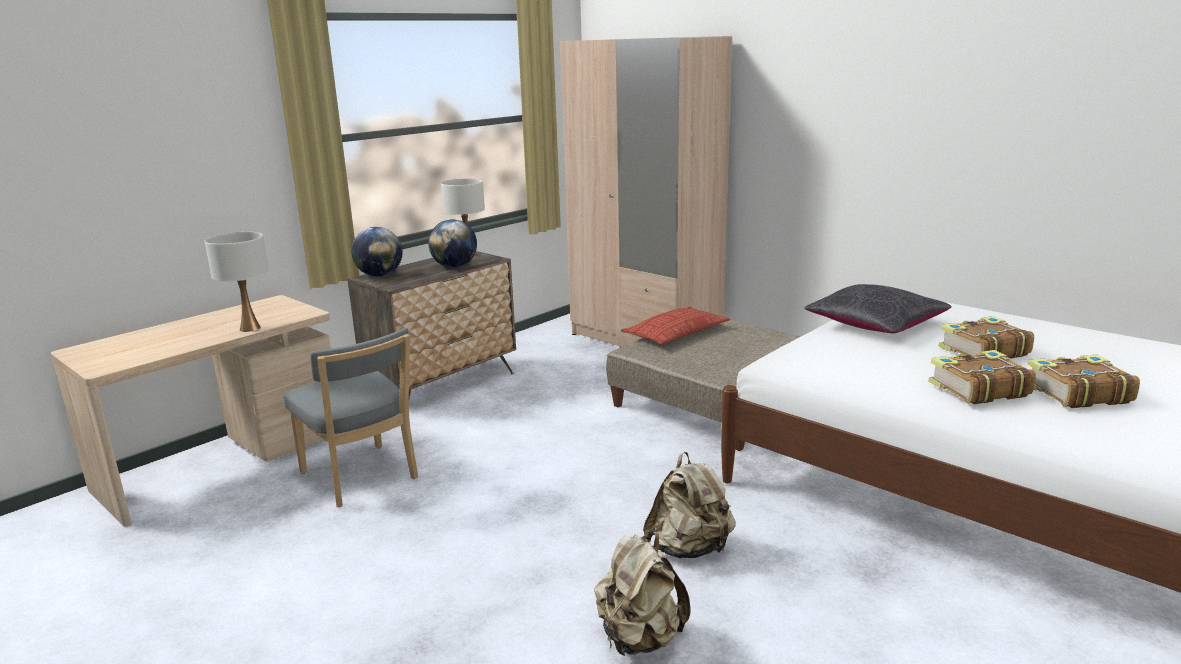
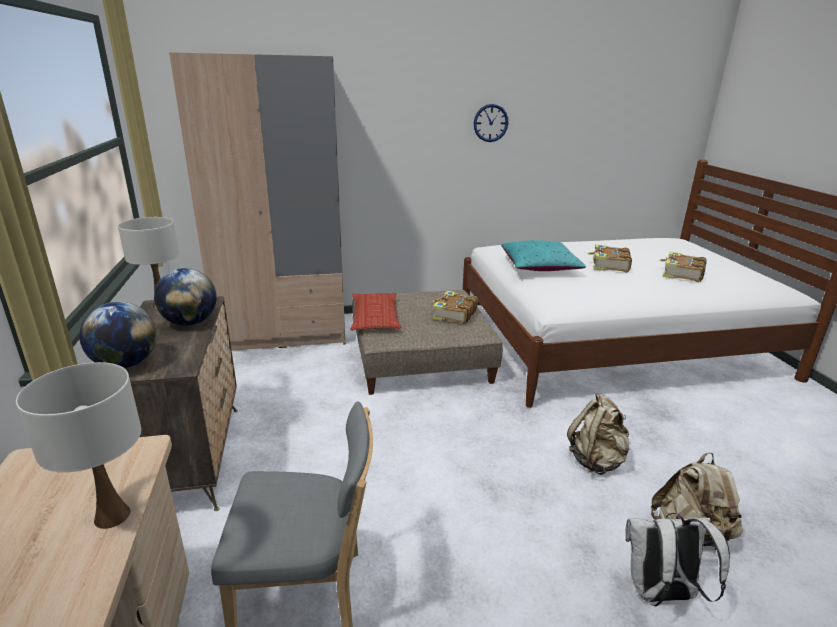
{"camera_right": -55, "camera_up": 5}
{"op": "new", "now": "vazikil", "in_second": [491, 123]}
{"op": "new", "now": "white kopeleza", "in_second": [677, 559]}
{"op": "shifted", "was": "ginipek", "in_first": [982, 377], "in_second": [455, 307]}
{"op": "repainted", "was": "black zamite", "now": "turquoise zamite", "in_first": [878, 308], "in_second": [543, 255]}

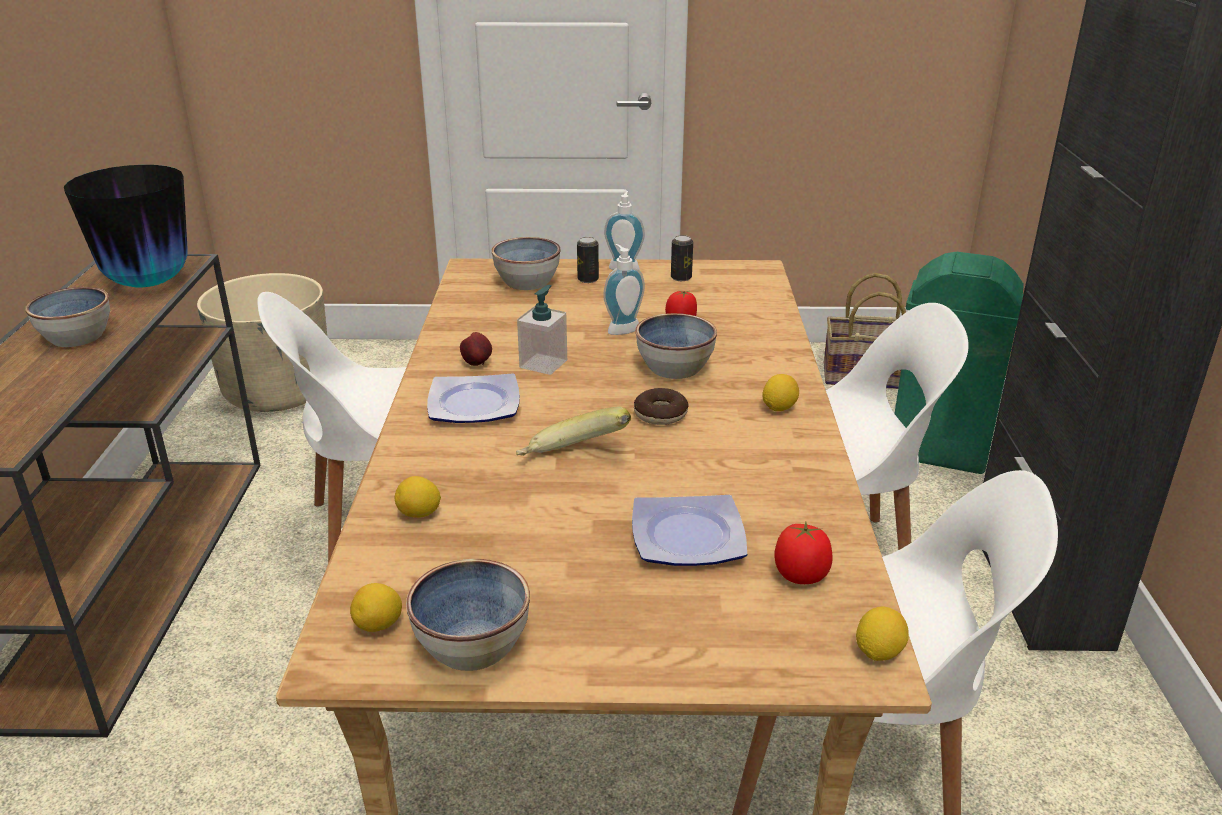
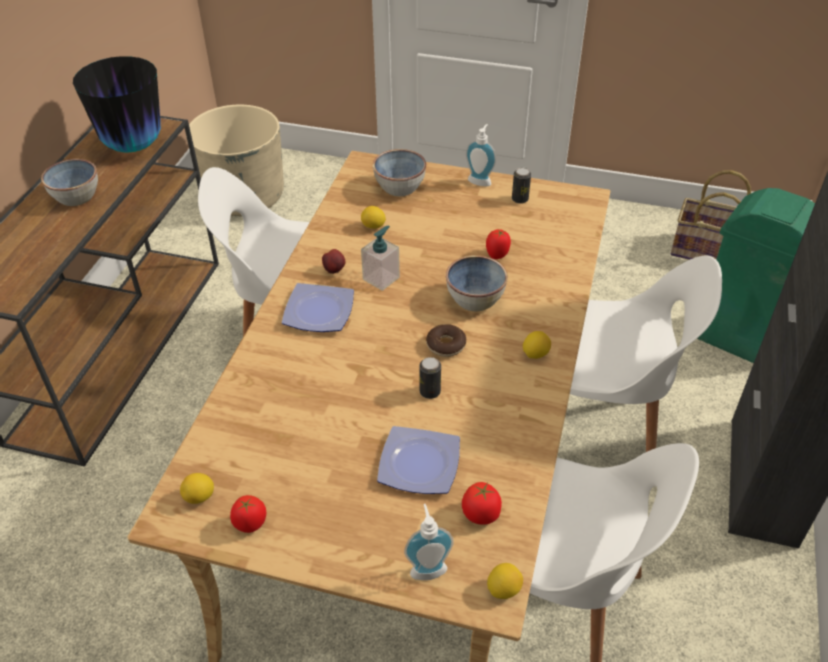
{"camera_right": 15, "camera_up": 15}
{"op": "gone", "was": "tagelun", "in_first": [573, 431]}
{"op": "shifted", "was": "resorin", "in_first": [418, 497], "in_second": [373, 217]}
{"op": "shifted", "was": "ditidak", "in_first": [588, 260], "in_second": [430, 378]}
{"op": "shifted", "was": "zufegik", "in_first": [624, 289], "in_second": [429, 542]}
{"op": "swapped", "was": "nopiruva", "now": "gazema", "in_first": [468, 615], "in_second": [248, 514]}

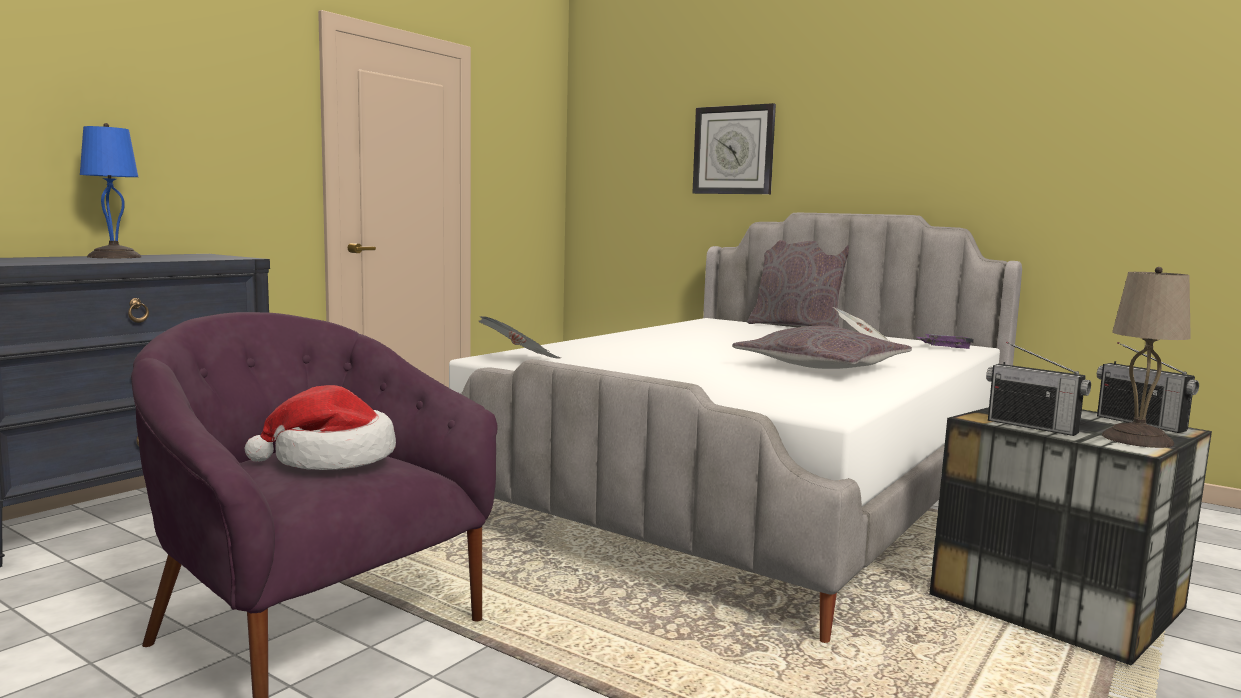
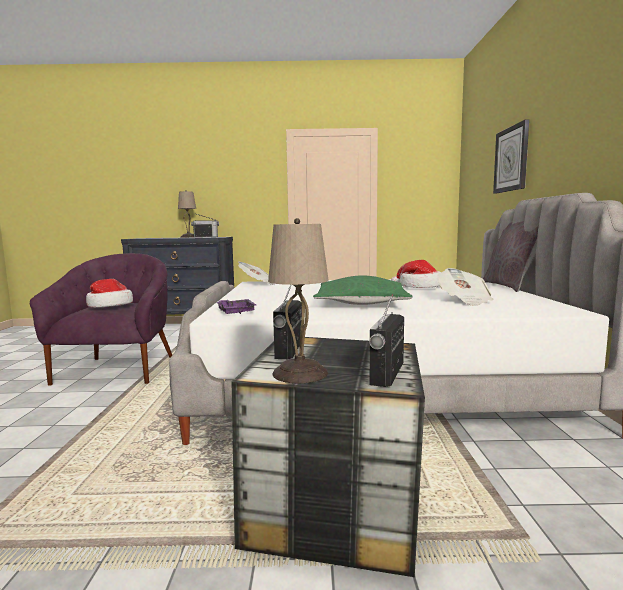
{"camera_right": 55, "camera_up": 0}
{"op": "new", "now": "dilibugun", "in_second": [205, 226]}
{"op": "new", "now": "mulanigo", "in_second": [415, 274]}
{"op": "shifted", "was": "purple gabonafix", "in_first": [945, 341], "in_second": [236, 306]}
{"op": "repainted", "was": "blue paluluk", "now": "beige paluluk", "in_first": [111, 190], "in_second": [187, 214]}
{"op": "repainted", "was": "grey zamite", "now": "green zamite", "in_first": [822, 347], "in_second": [362, 290]}

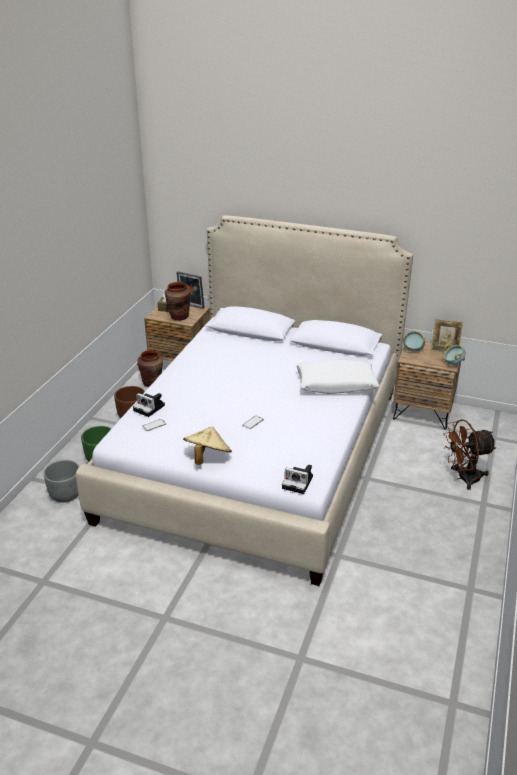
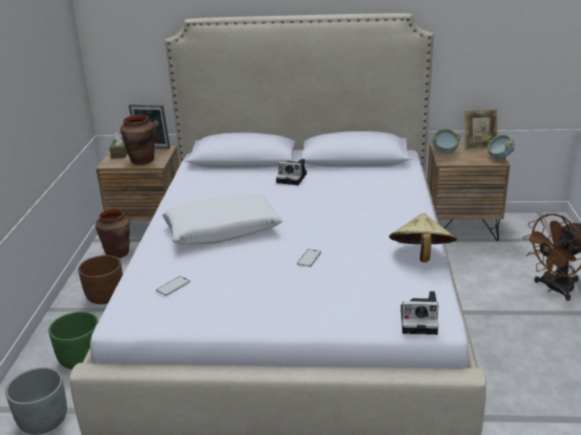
{"camera_right": -15, "camera_up": -5}
{"op": "shifted", "was": "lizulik", "in_first": [149, 405], "in_second": [291, 172]}
{"op": "shifted", "was": "beige mulanigo", "in_first": [207, 446], "in_second": [423, 238]}
{"op": "shifted", "was": "white zamite", "in_first": [337, 377], "in_second": [222, 219]}

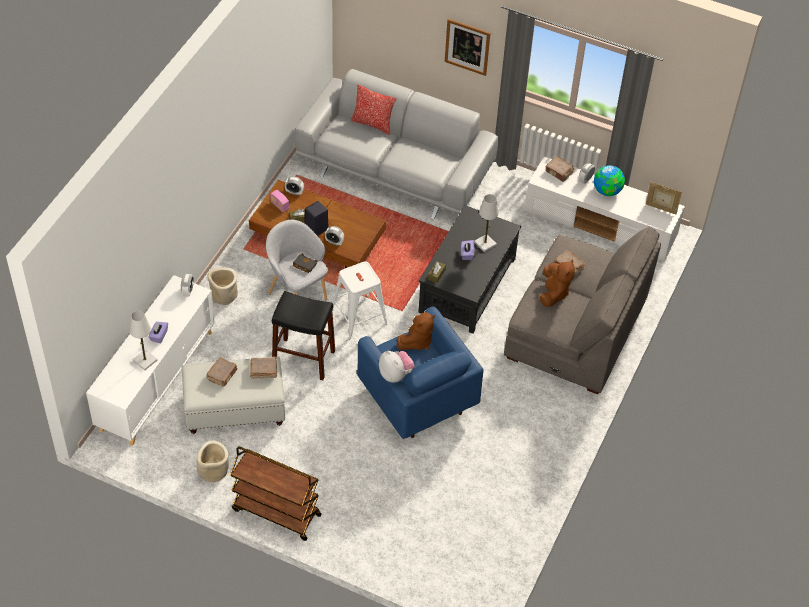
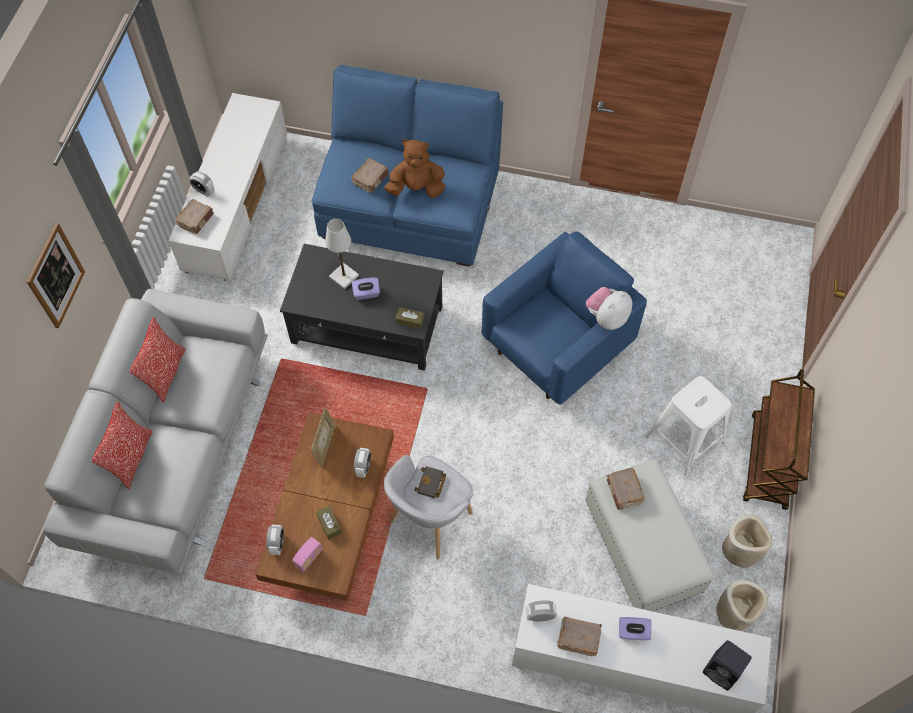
{"camera_right": -100, "camera_up": 10}
{"op": "gone", "was": "white paluluk", "in_first": [143, 340]}
{"op": "gone", "was": "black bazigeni", "in_first": [303, 335]}
{"op": "gone", "was": "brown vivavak", "in_first": [416, 331]}
{"op": "gone", "was": "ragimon", "in_first": [609, 180]}
{"op": "new", "now": "zamite", "in_second": [158, 360]}
{"op": "shifted", "was": "brown ginipek", "in_first": [221, 372], "in_second": [579, 636]}
{"op": "shifted", "was": "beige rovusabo", "in_first": [222, 286], "in_second": [742, 605]}
{"op": "shifted", "was": "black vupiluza", "in_first": [316, 218], "in_second": [727, 665]}
{"op": "shifted", "was": "white bazigeni", "in_first": [360, 300], "in_second": [689, 426]}
{"op": "shifted", "was": "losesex", "in_first": [664, 198], "in_second": [323, 437]}
{"op": "repainted", "was": "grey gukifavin", "now": "blue gukifavin", "in_first": [582, 310], "in_second": [407, 166]}

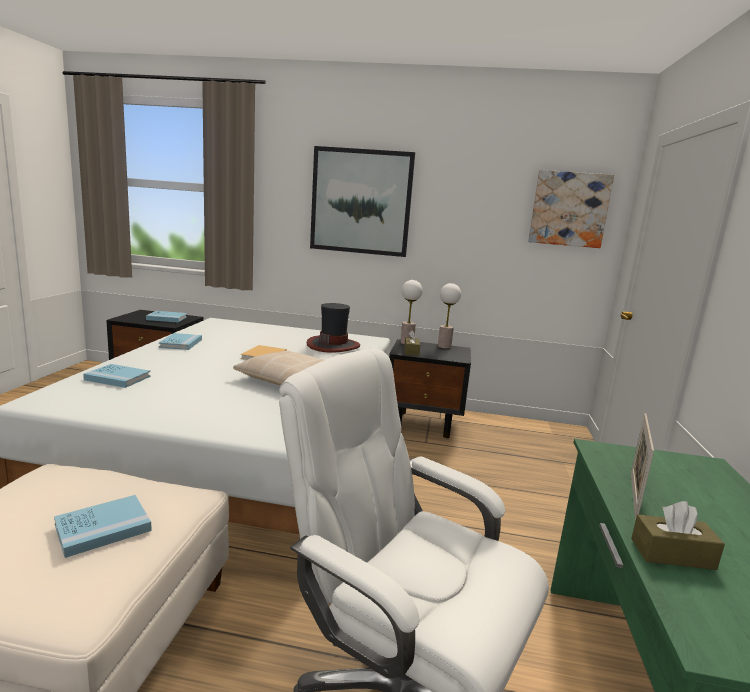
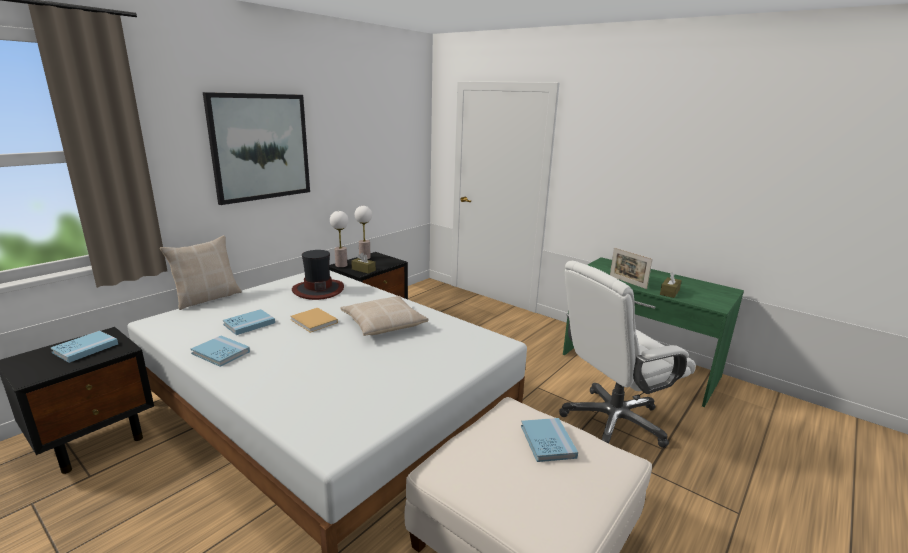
{"camera_right": -60, "camera_up": 5}
{"op": "gone", "was": "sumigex", "in_first": [571, 209]}
{"op": "new", "now": "beige zamite", "in_second": [201, 272]}
{"op": "shifted", "was": "blue ginipek", "in_first": [116, 376], "in_second": [249, 322]}

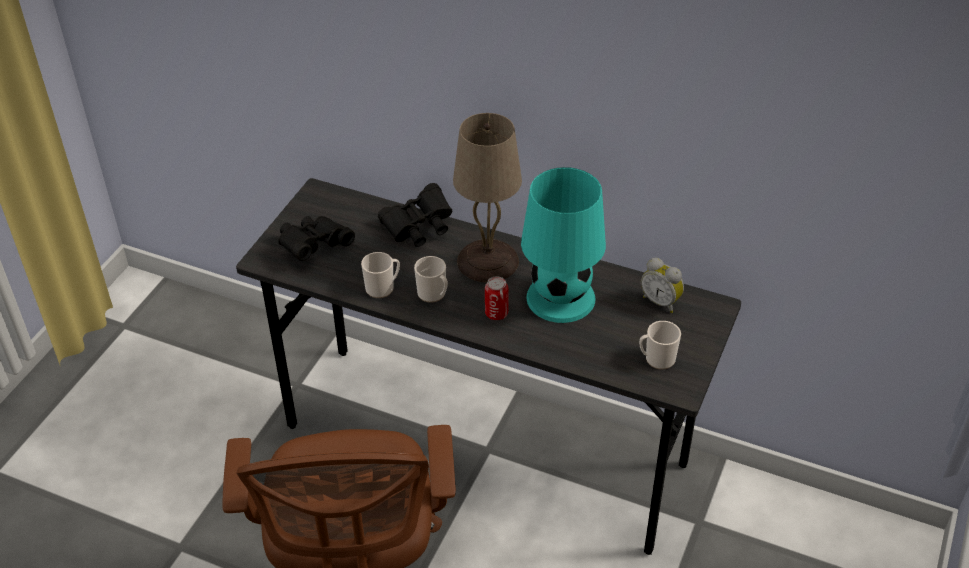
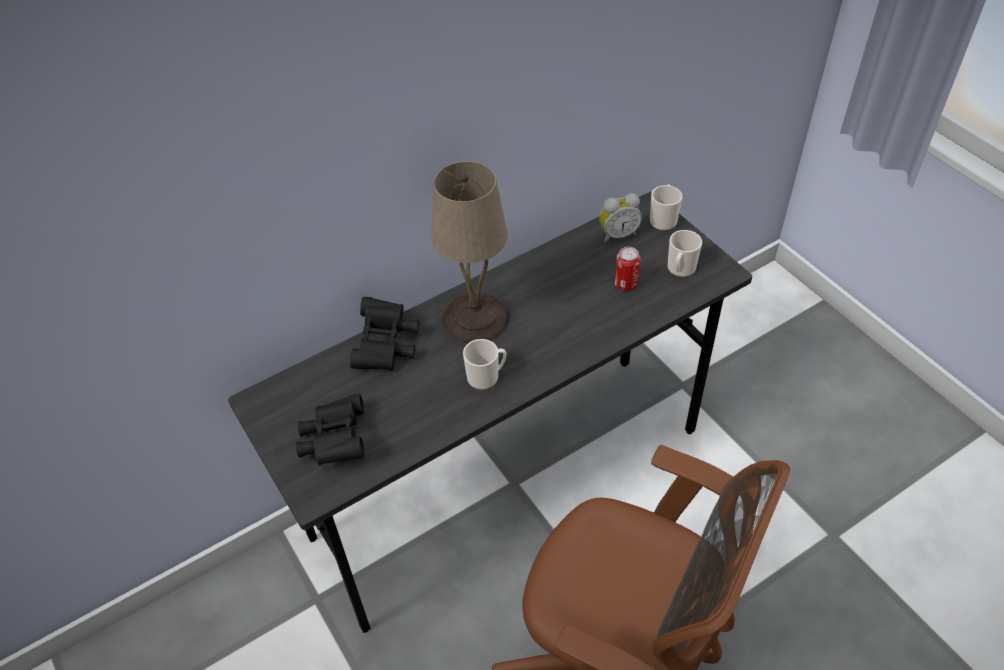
{"camera_right": -55, "camera_up": 5}
{"op": "gone", "was": "turquoise paluluk", "in_first": [563, 245]}
{"op": "shifted", "was": "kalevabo", "in_first": [380, 275], "in_second": [666, 207]}
{"op": "shifted", "was": "ditidak", "in_first": [497, 298], "in_second": [627, 269]}

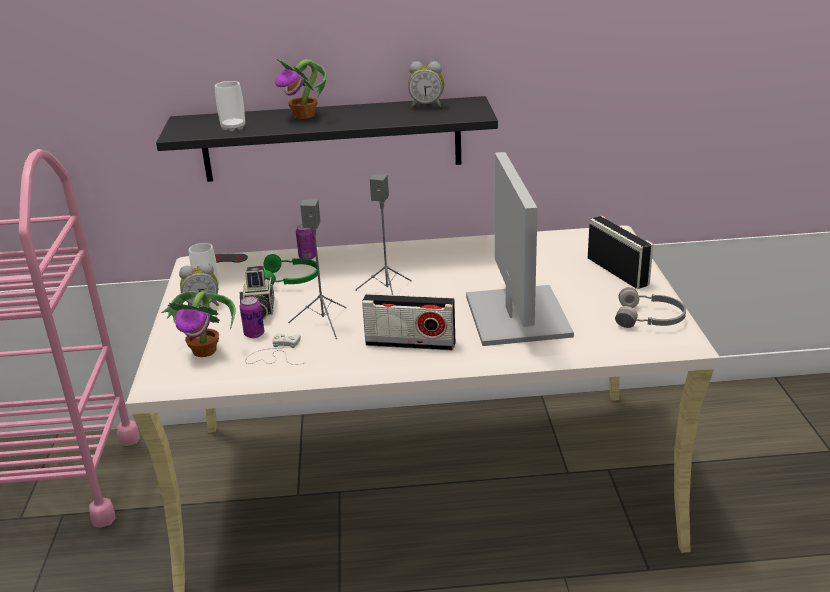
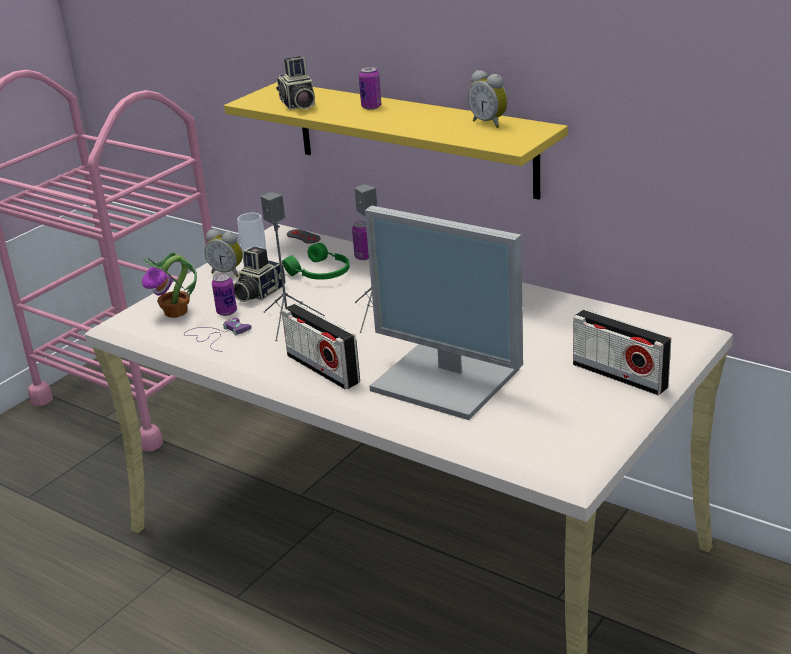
{"camera_right": 40, "camera_up": 0}
{"op": "gone", "was": "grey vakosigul", "in_first": [650, 307]}
{"op": "swapped", "was": "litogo", "now": "lizulik", "in_first": [230, 106], "in_second": [295, 83]}
{"op": "swapped", "was": "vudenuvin", "now": "ditidak", "in_first": [300, 89], "in_second": [370, 88]}
{"op": "repainted", "was": "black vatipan", "now": "yellow vatipan", "in_first": [327, 139], "in_second": [396, 141]}
{"op": "repainted", "was": "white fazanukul", "now": "purple fazanukul", "in_first": [275, 349], "in_second": [218, 334]}
{"op": "rotated", "was": "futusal", "in_first": [520, 249], "in_second": [444, 313], "clockwise": 90}
{"op": "rotated", "was": "dilibugun", "in_first": [620, 252], "in_second": [622, 352], "clockwise": 120}

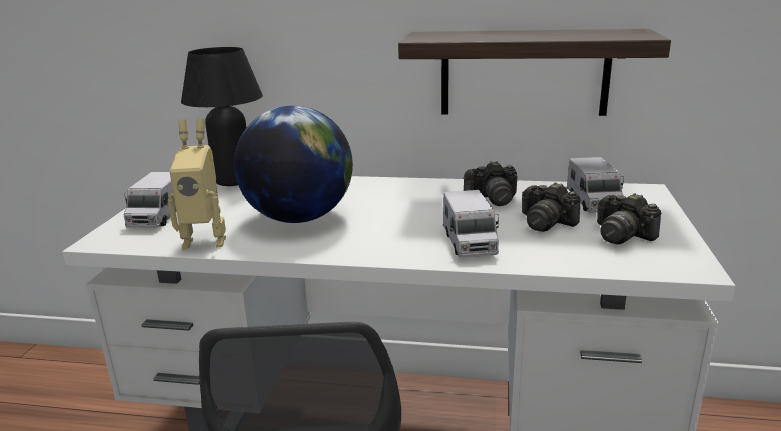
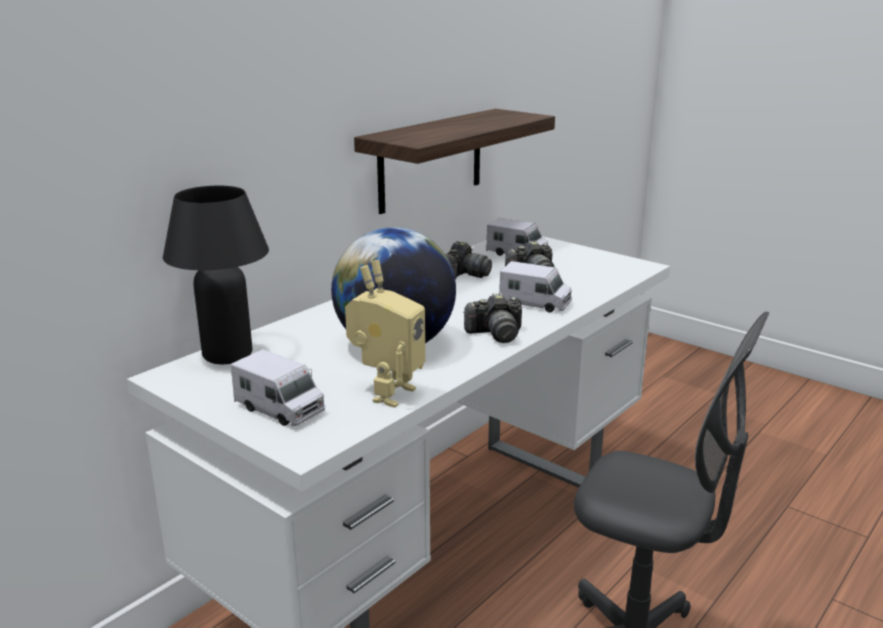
{"camera_right": -60, "camera_up": 0}
{"op": "shifted", "was": "lizulik", "in_first": [629, 218], "in_second": [492, 318]}

